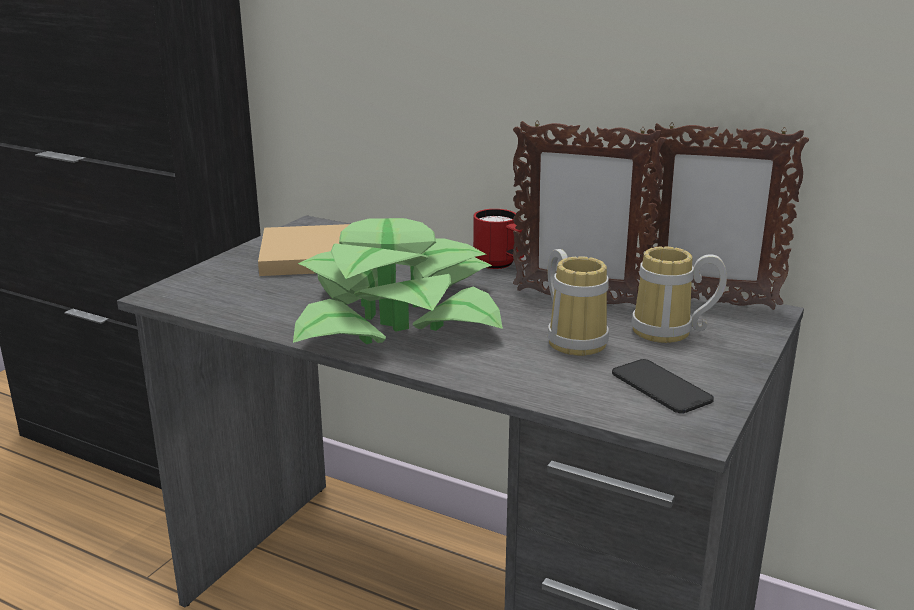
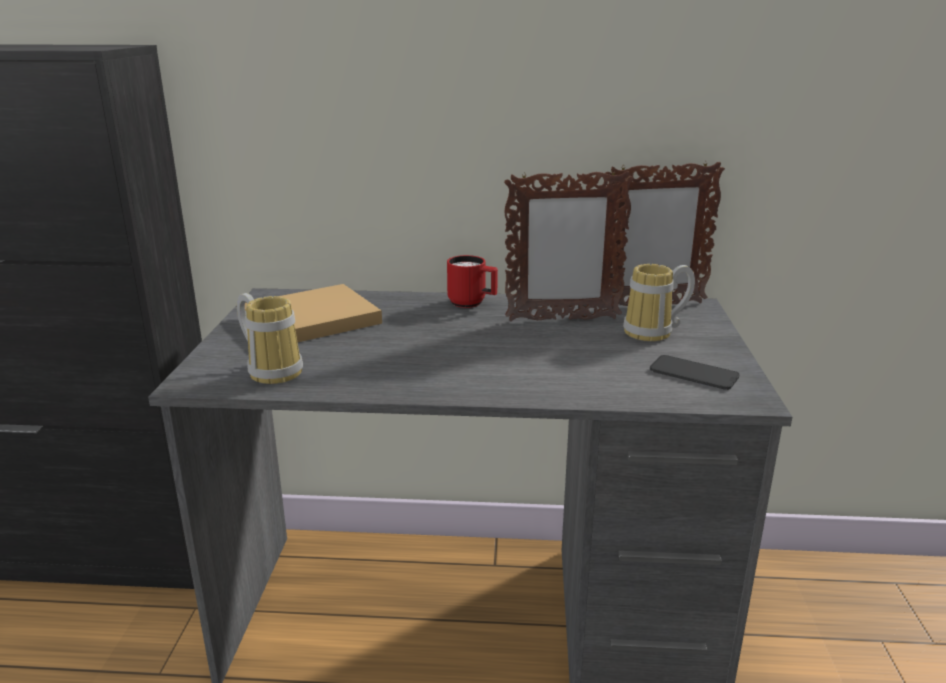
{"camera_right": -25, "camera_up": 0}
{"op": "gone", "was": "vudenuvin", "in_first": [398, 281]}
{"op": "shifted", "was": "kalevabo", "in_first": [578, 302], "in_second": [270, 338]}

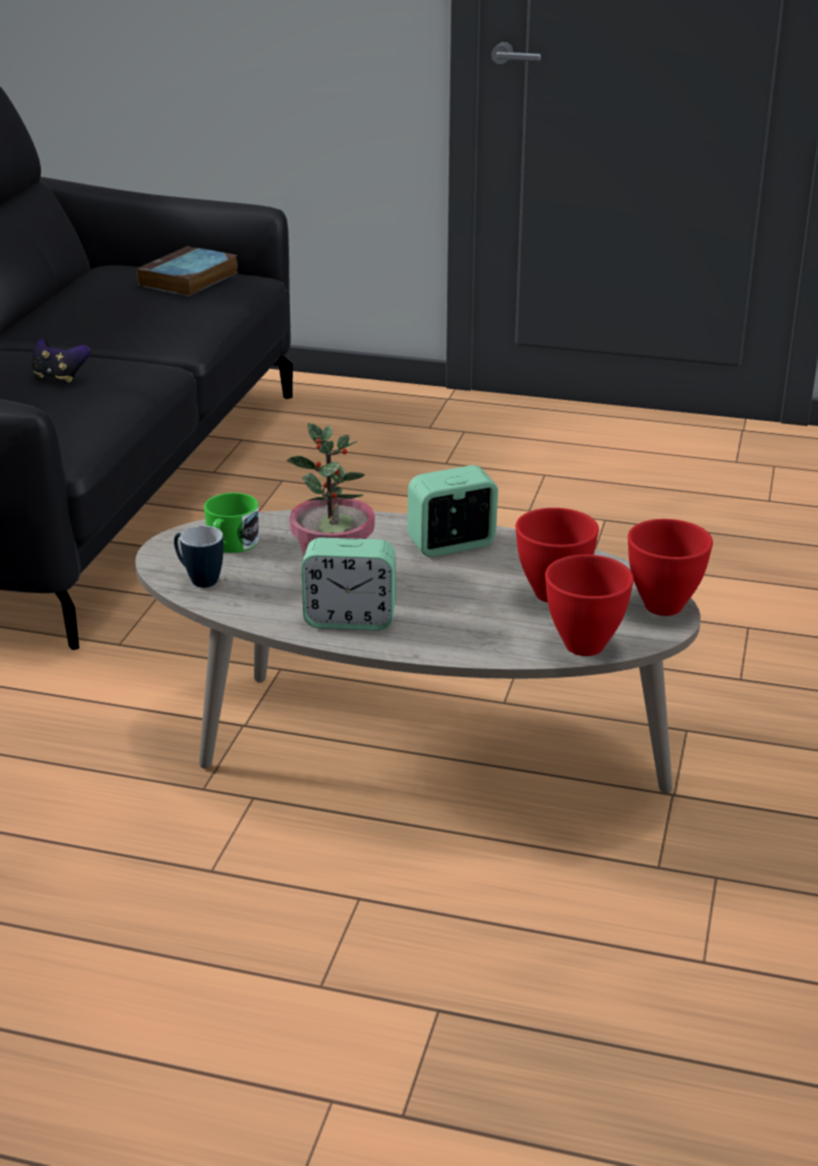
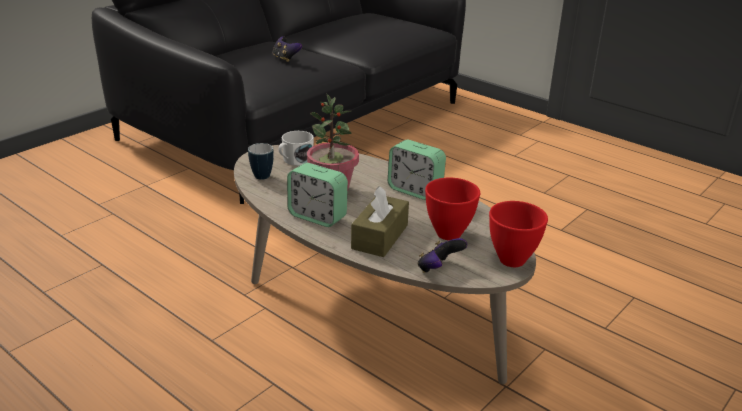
{"camera_right": 25, "camera_up": 0}
{"op": "gone", "was": "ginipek", "in_first": [187, 271]}
{"op": "new", "now": "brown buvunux", "in_second": [380, 221]}
{"op": "swapped", "was": "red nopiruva", "now": "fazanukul", "in_first": [589, 605], "in_second": [442, 255]}
{"op": "repainted", "was": "green kalevabo", "now": "white kalevabo", "in_first": [231, 523], "in_second": [296, 148]}
{"op": "rotated", "was": "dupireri", "in_first": [452, 511], "in_second": [417, 170], "clockwise": -150}

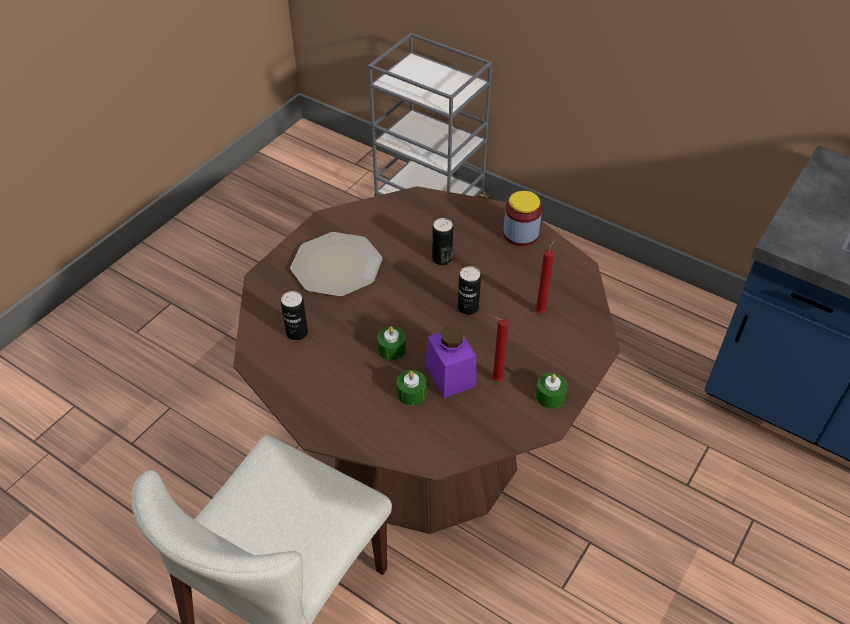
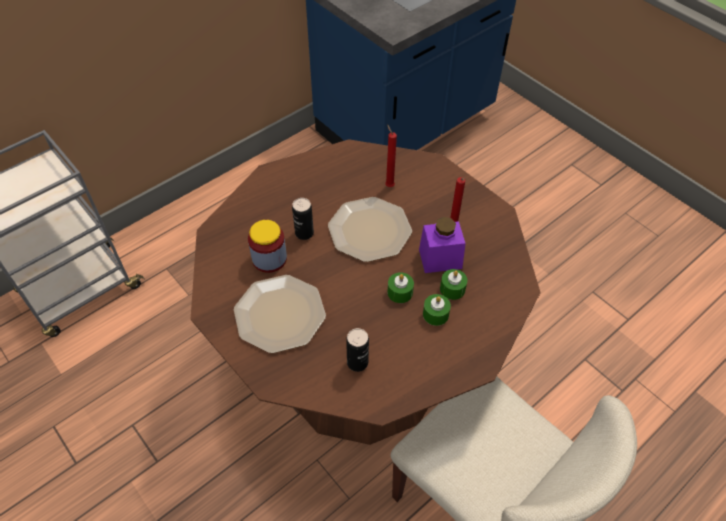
{"camera_right": -75, "camera_up": 5}
{"op": "shifted", "was": "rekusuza", "in_first": [522, 218], "in_second": [267, 246]}
{"op": "shifted", "was": "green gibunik", "in_first": [551, 390], "in_second": [437, 310]}
{"op": "swapped", "was": "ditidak", "now": "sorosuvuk", "in_first": [469, 290], "in_second": [370, 229]}

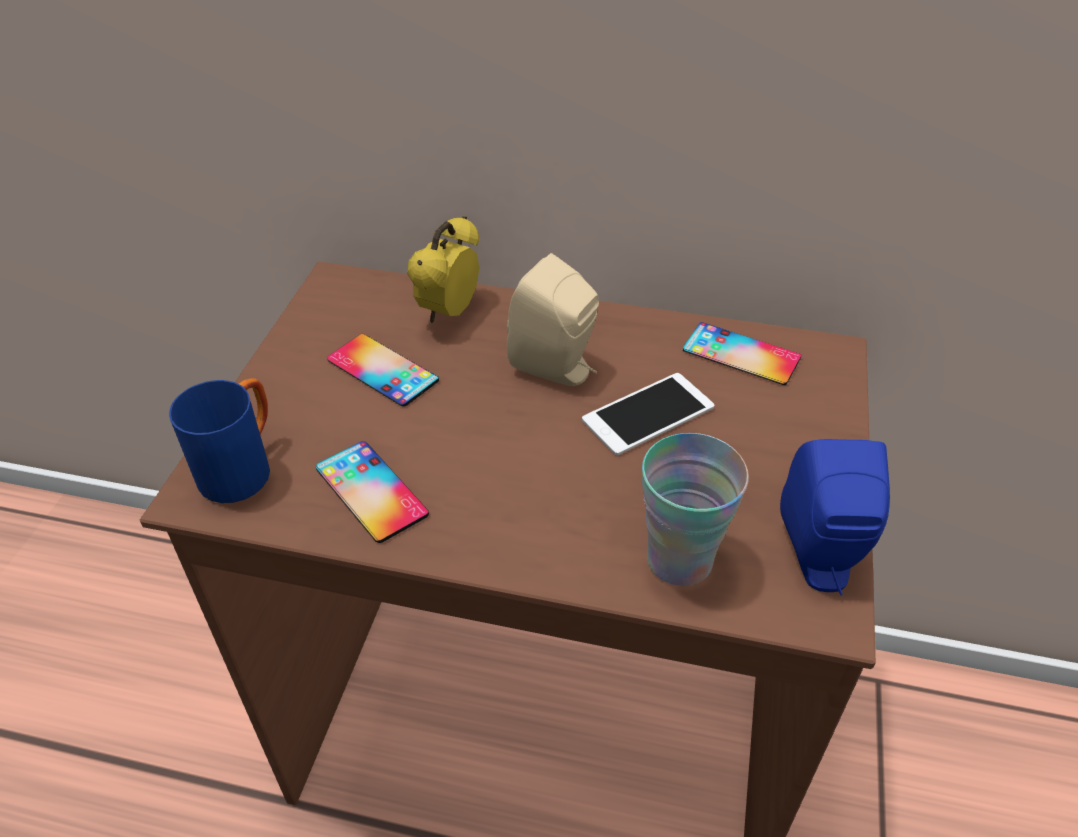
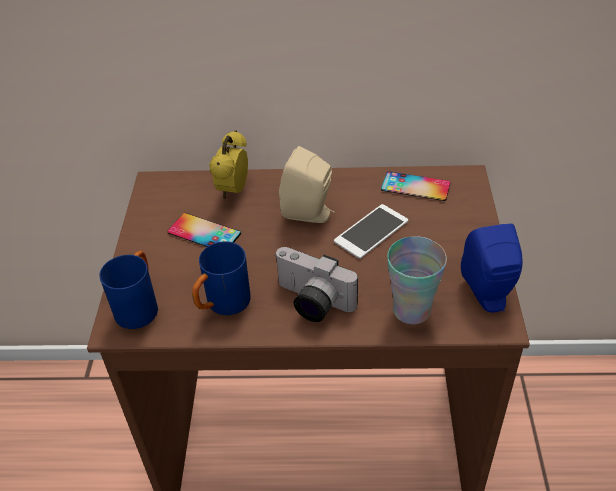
{"camera_right": -10, "camera_up": 0}
{"op": "new", "now": "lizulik", "in_second": [316, 284]}
{"op": "swapped", "was": "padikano", "now": "blue kalevabo", "in_first": [372, 492], "in_second": [221, 278]}

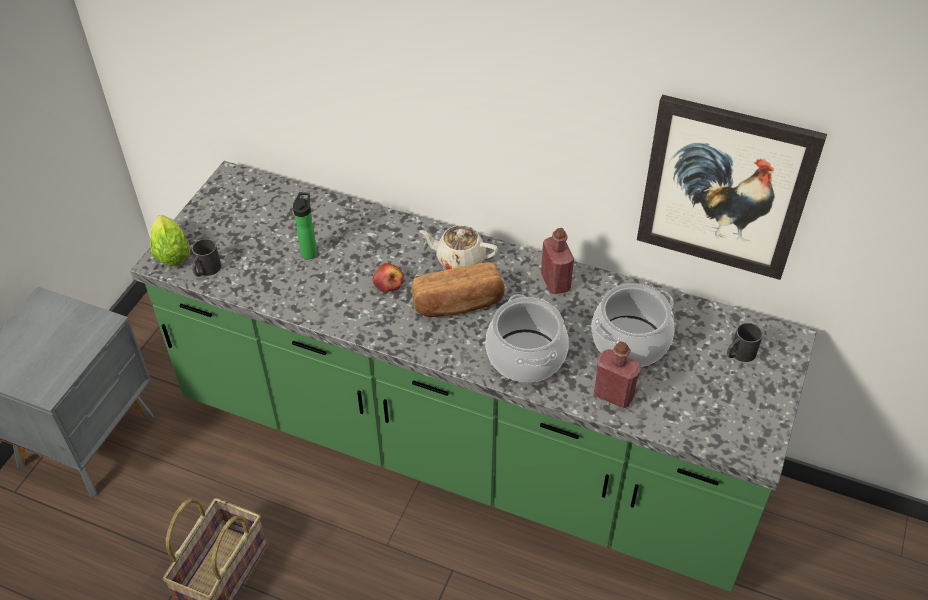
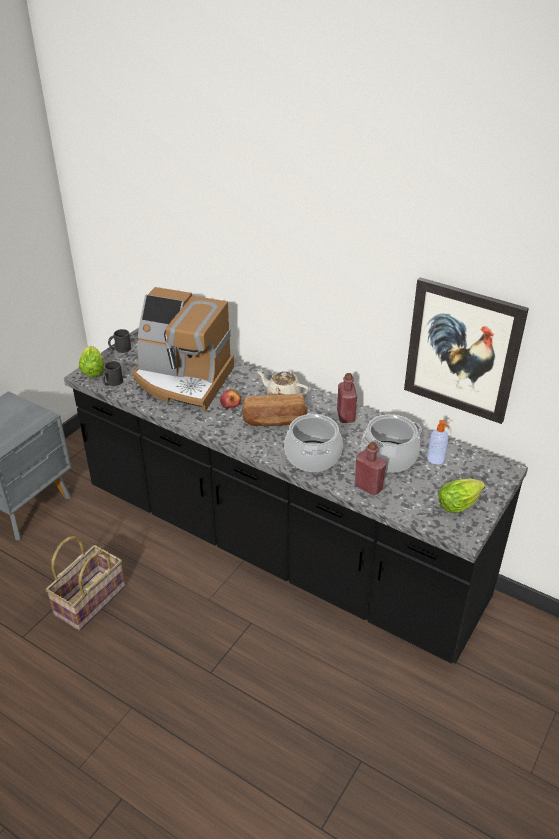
{"camera_right": 10, "camera_up": -10}
{"op": "new", "now": "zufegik", "in_second": [438, 442]}
{"op": "new", "now": "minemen", "in_second": [461, 496]}
{"op": "shifted", "was": "black kalevabo", "in_first": [745, 342], "in_second": [119, 341]}
{"op": "swapped", "was": "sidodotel", "now": "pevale", "in_first": [305, 225], "in_second": [183, 349]}
{"op": "repainted", "was": "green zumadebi", "now": "black zumadebi", "in_first": [473, 376], "in_second": [296, 495]}

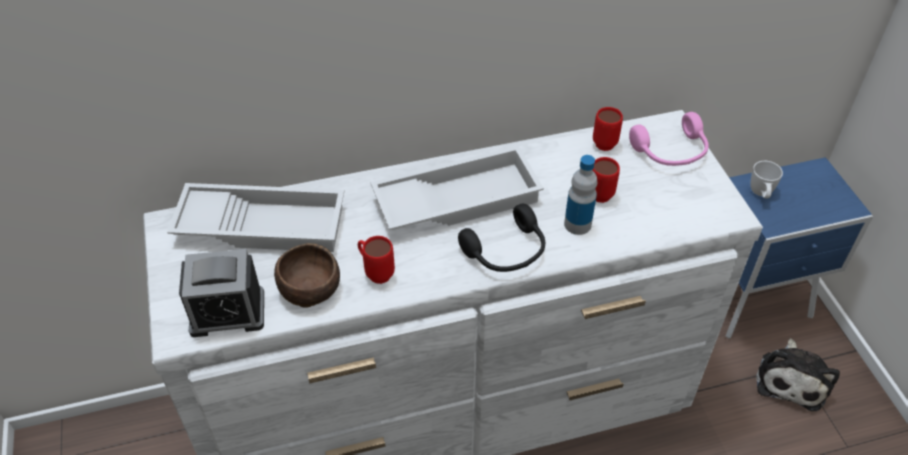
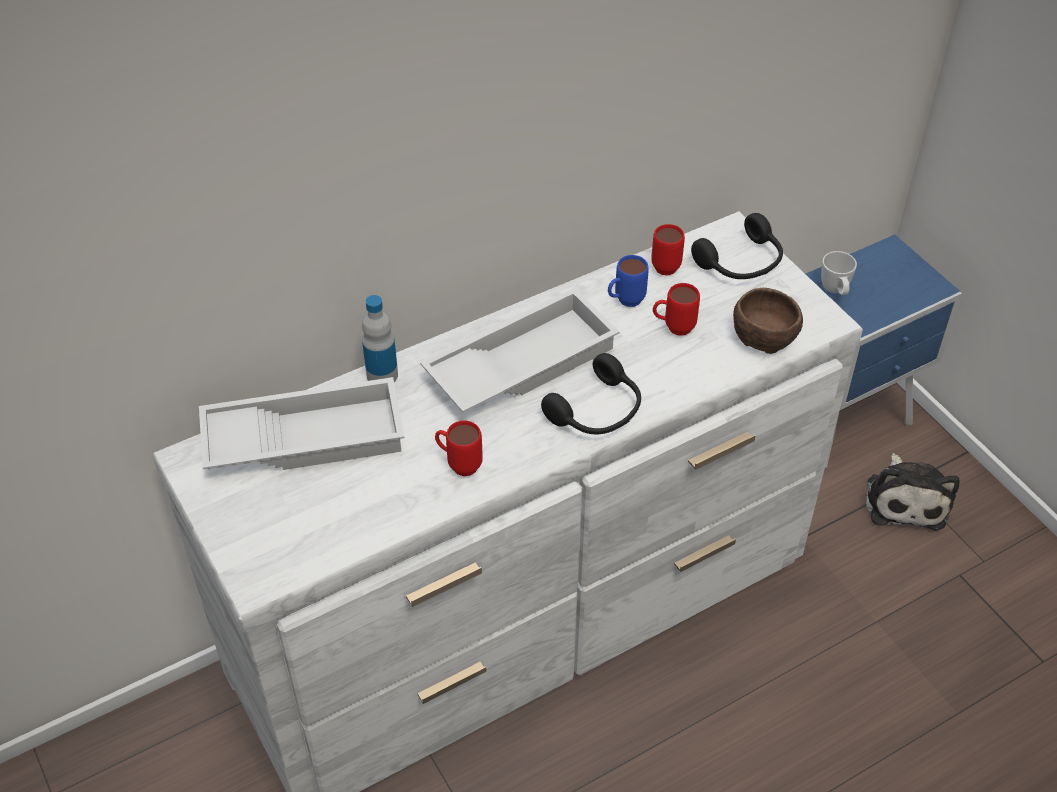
{"camera_right": -15, "camera_up": 0}
{"op": "gone", "was": "dupireri", "in_first": [221, 293]}
{"op": "new", "now": "blue kalevabo", "in_second": [628, 281]}
{"op": "shifted", "was": "brown nopiruva", "in_first": [307, 275], "in_second": [768, 321]}
{"op": "shifted", "was": "sidodotel", "in_first": [580, 195], "in_second": [380, 338]}
{"op": "repainted", "was": "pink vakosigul", "now": "black vakosigul", "in_first": [669, 139], "in_second": [737, 246]}

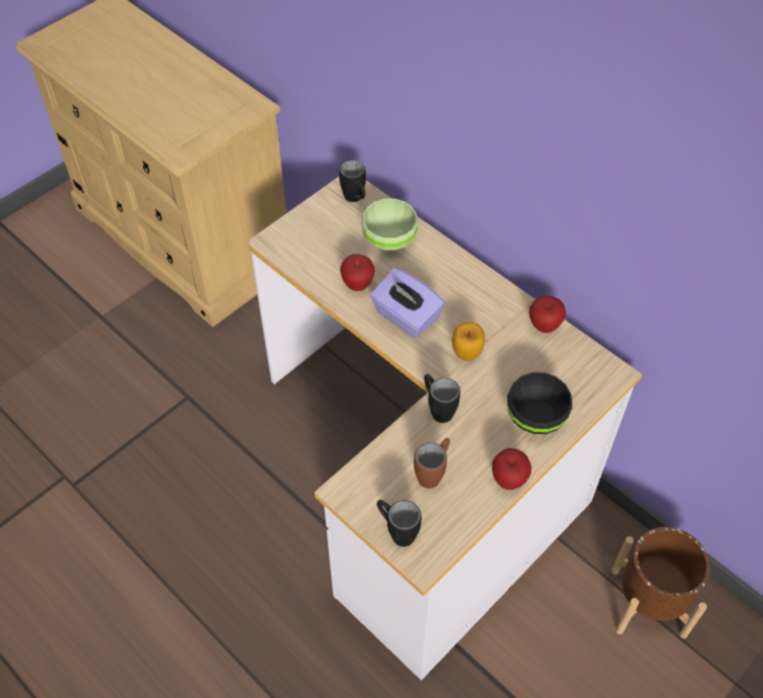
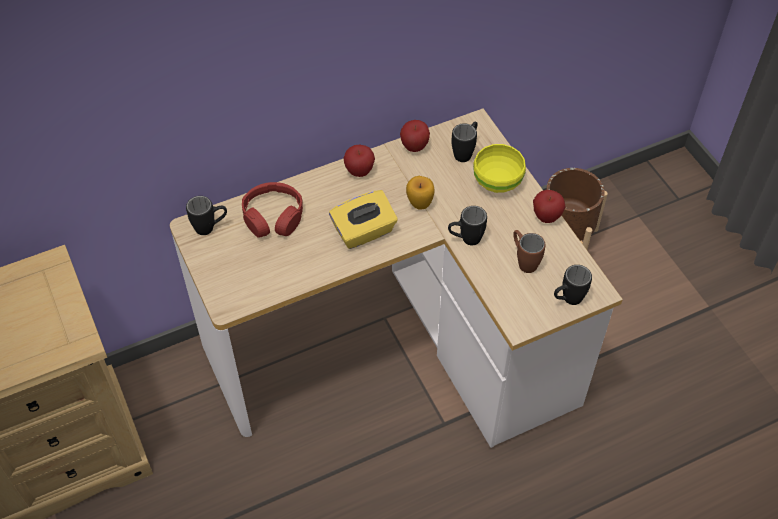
{"camera_right": -70, "camera_up": 0}
{"op": "new", "now": "black kalevabo", "in_second": [464, 141]}
{"op": "shifted", "was": "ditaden", "in_first": [357, 272], "in_second": [359, 161]}
{"op": "swapped", "was": "green nopiruva", "now": "red vakosigul", "in_first": [390, 225], "in_second": [272, 210]}
{"op": "repainted", "was": "purple buvunux", "now": "yellow buvunux", "in_first": [407, 303], "in_second": [363, 219]}
{"op": "repainted", "was": "black nopiruva", "now": "yellow nopiruva", "in_first": [539, 403], "in_second": [499, 168]}

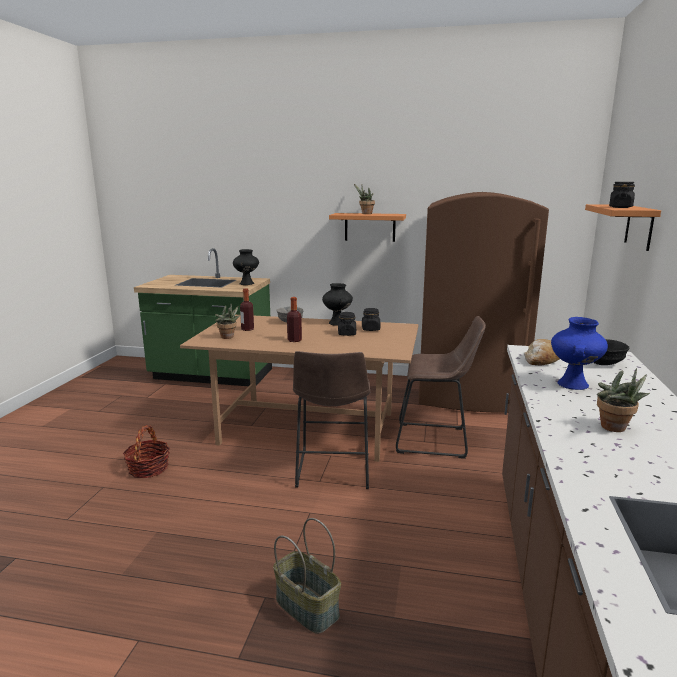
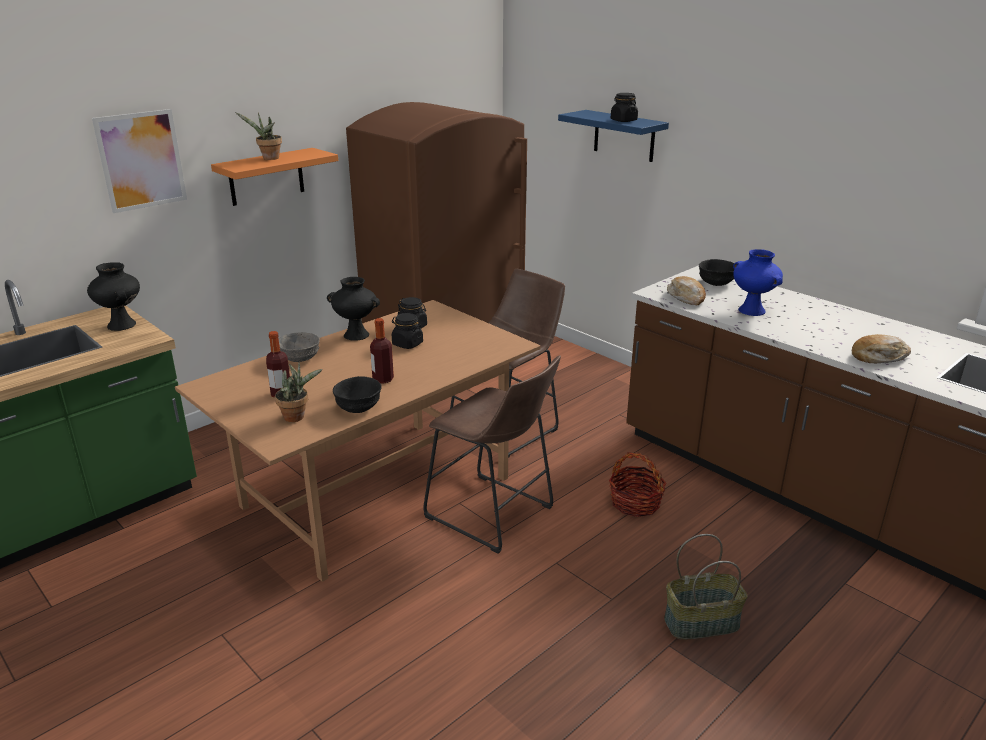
{"camera_right": -55, "camera_up": 10}
{"op": "gone", "was": "vudenuvin", "in_first": [623, 400]}
{"op": "new", "now": "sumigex", "in_second": [139, 161]}
{"op": "new", "now": "black nopiruva", "in_second": [357, 394]}
{"op": "new", "now": "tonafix", "in_second": [881, 348]}
{"op": "shifted", "was": "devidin", "in_first": [146, 451], "in_second": [637, 484]}
{"op": "repainted", "was": "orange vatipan", "now": "blue vatipan", "in_first": [623, 227], "in_second": [613, 136]}

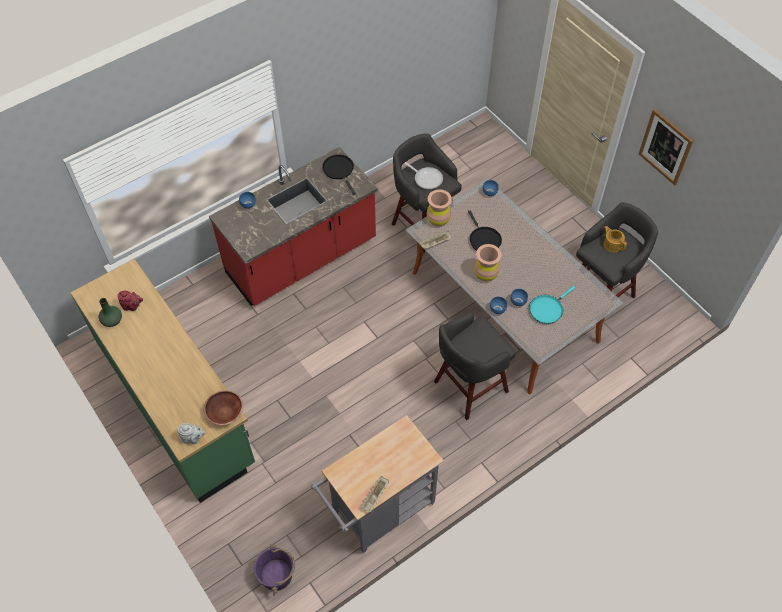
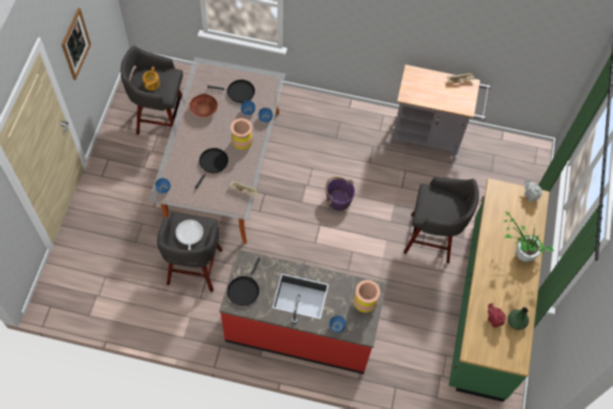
{"camera_right": -135, "camera_up": 5}
{"op": "new", "now": "vudenuvin", "in_second": [529, 235]}
{"op": "shifted", "was": "brown nopiruva", "in_first": [223, 407], "in_second": [203, 105]}
{"op": "shifted", "was": "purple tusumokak", "in_first": [274, 570], "in_second": [340, 194]}
{"op": "shifted", "was": "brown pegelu", "in_first": [439, 208], "in_second": [366, 296]}
{"op": "shifted", "was": "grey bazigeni", "in_first": [475, 366], "in_second": [441, 220]}
{"op": "repainted", "was": "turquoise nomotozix", "now": "black nomotozix", "in_first": [552, 305], "in_second": [231, 91]}

